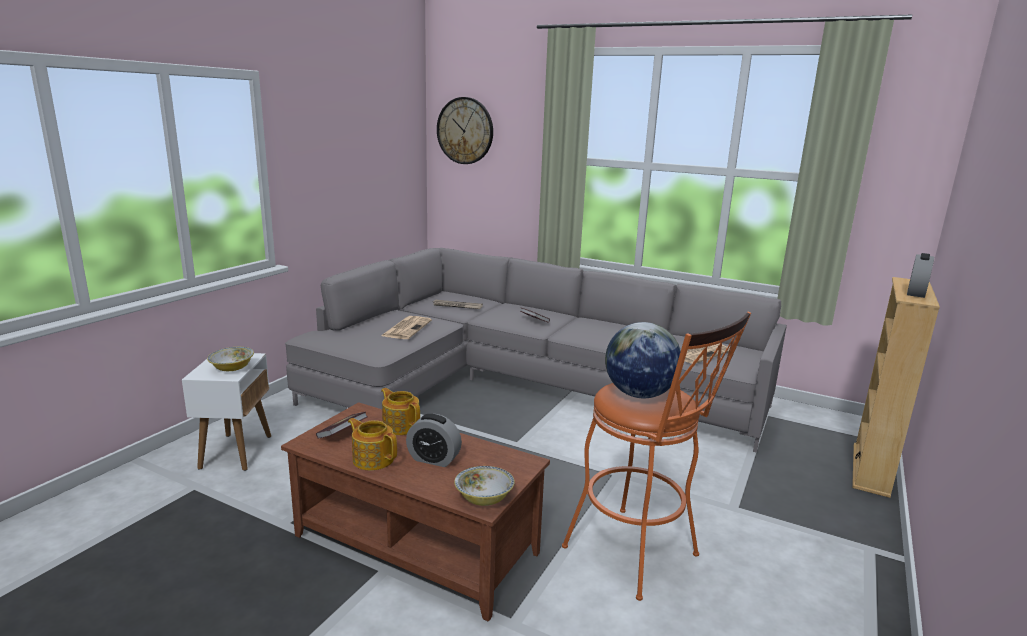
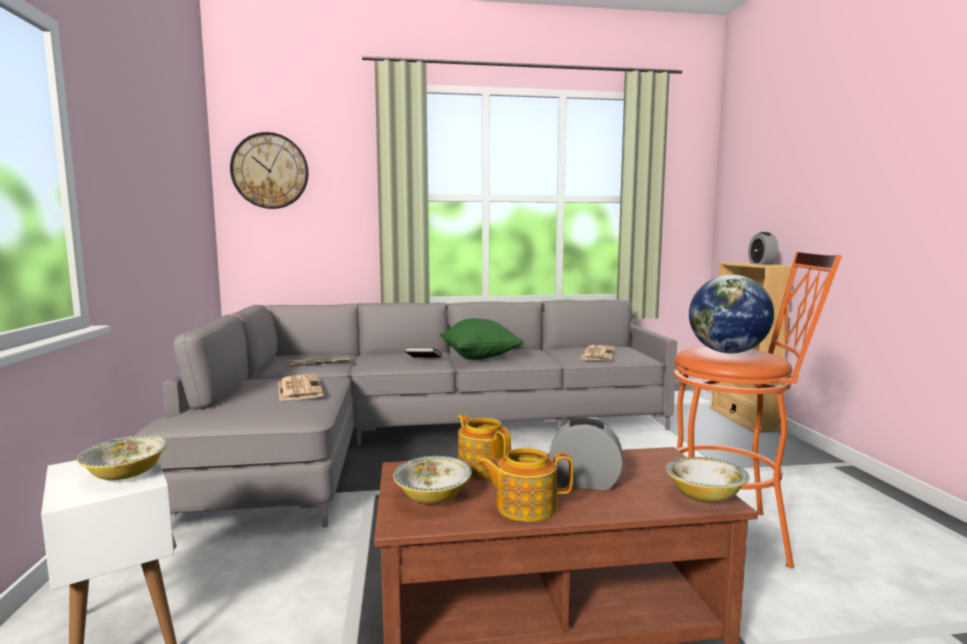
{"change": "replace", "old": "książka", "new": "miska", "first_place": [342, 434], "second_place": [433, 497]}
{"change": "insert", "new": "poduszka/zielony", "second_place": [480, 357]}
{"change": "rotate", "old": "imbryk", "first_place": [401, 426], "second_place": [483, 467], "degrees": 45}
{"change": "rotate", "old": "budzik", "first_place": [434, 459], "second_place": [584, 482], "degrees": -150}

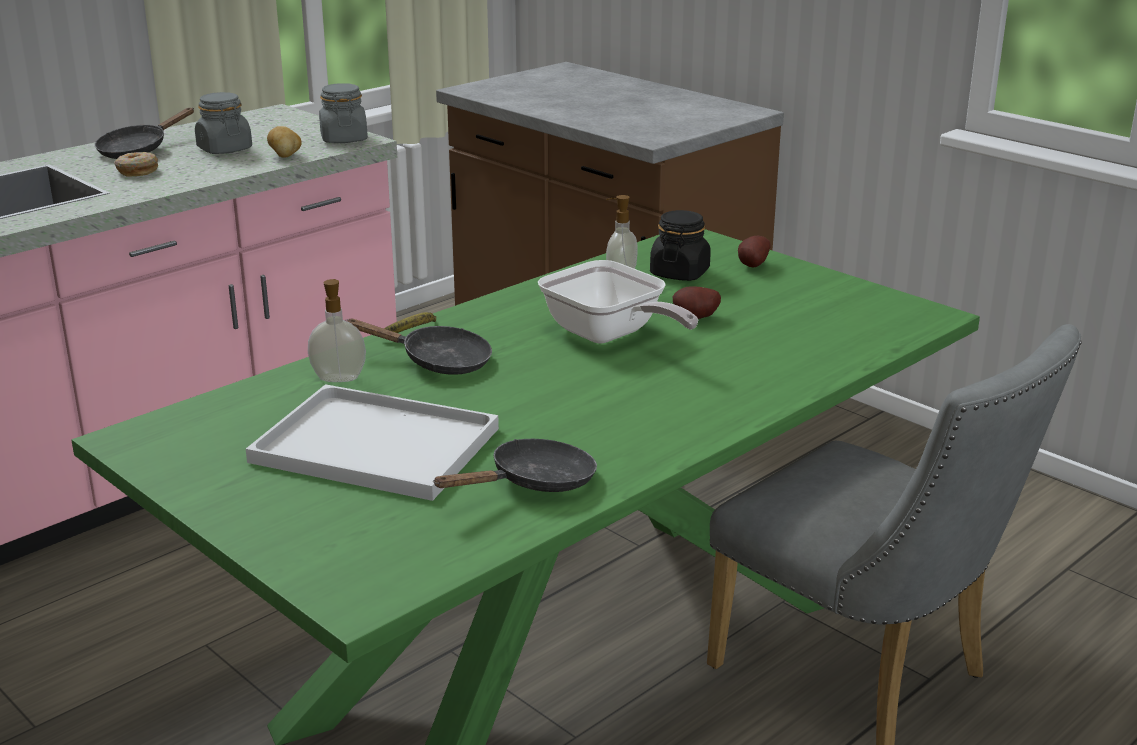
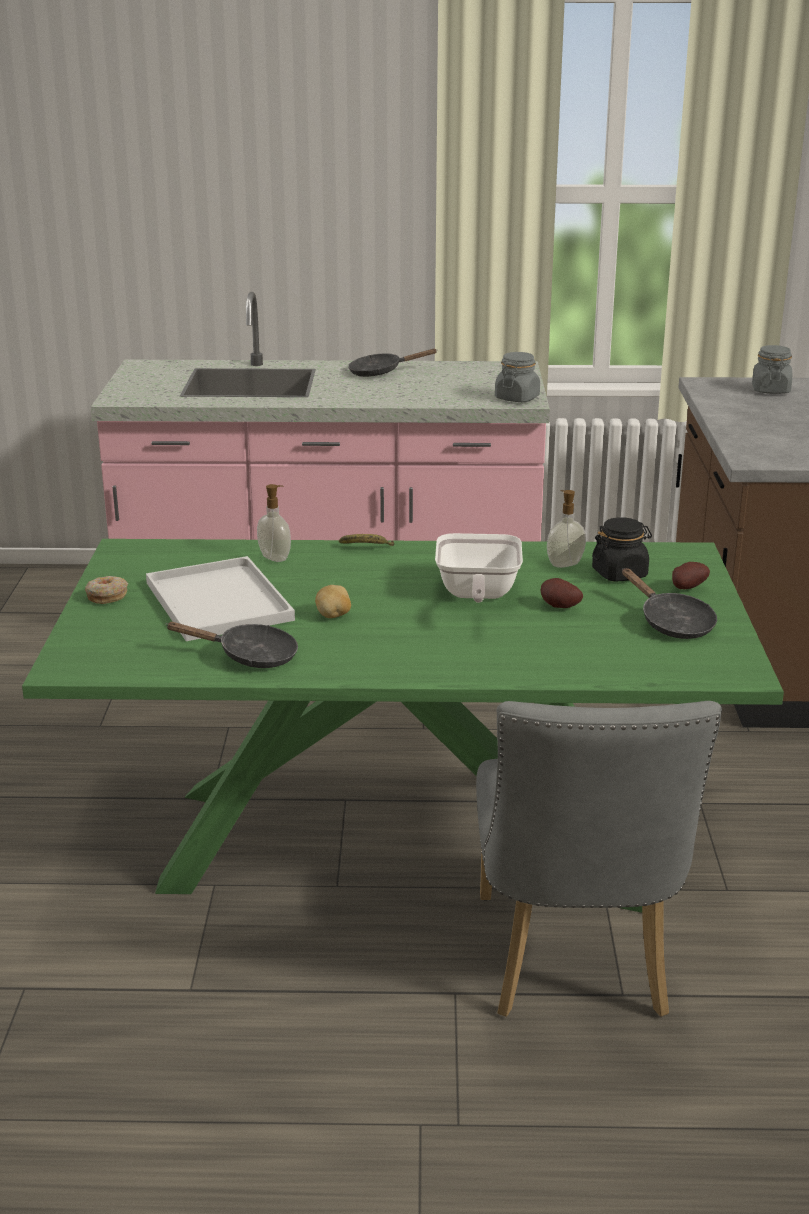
{"change": "move", "old": "donut", "first_place": [137, 171], "second_place": [107, 596]}
{"change": "move", "old": "ziemniak", "first_place": [285, 156], "second_place": [333, 616]}
{"change": "move", "old": "patelnia/czarny", "first_place": [437, 361], "second_place": [672, 623]}
{"change": "move", "old": "słoik/szary", "first_place": [224, 149], "second_place": [770, 390]}

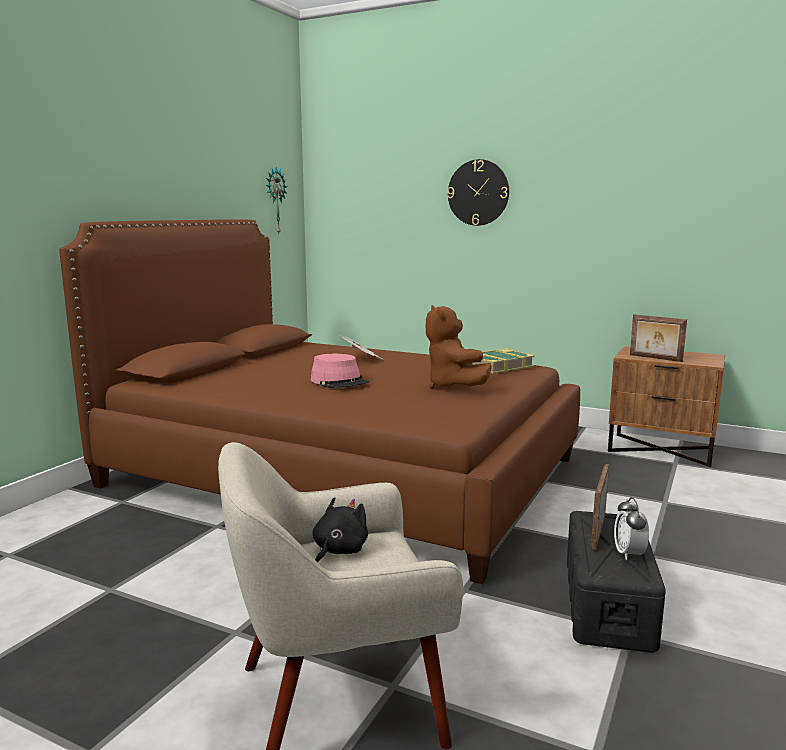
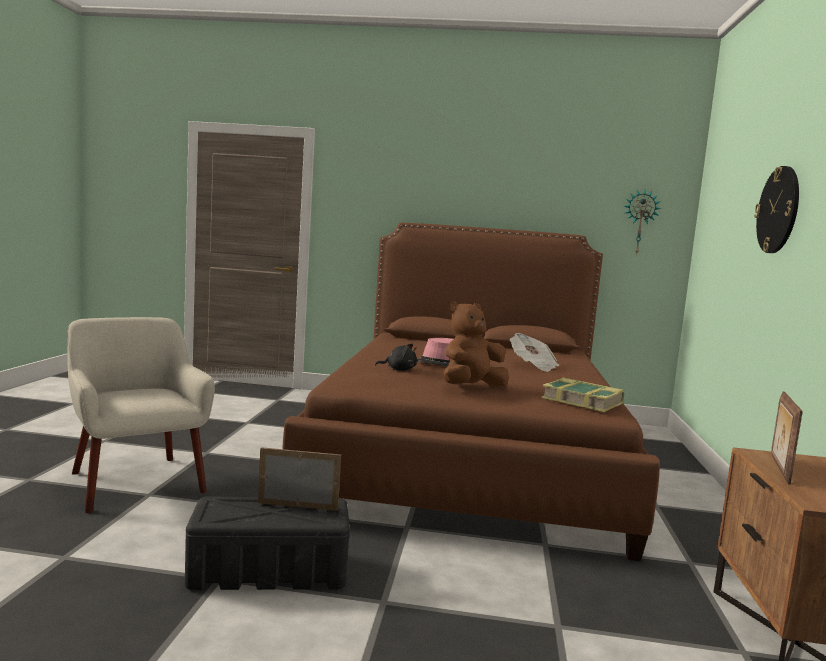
{"change": "move", "old": "pluszak/czarny", "first_place": [338, 551], "second_place": [399, 370]}
{"change": "delete", "old": "budzik", "first_place": [629, 554]}

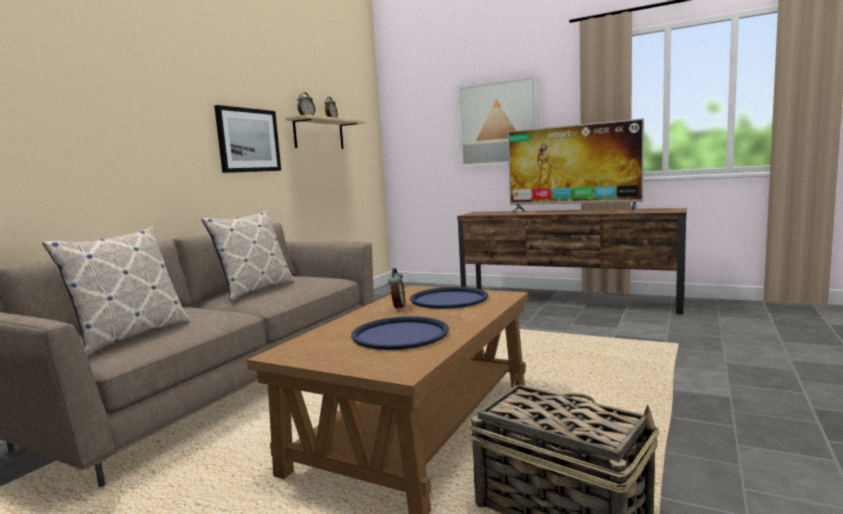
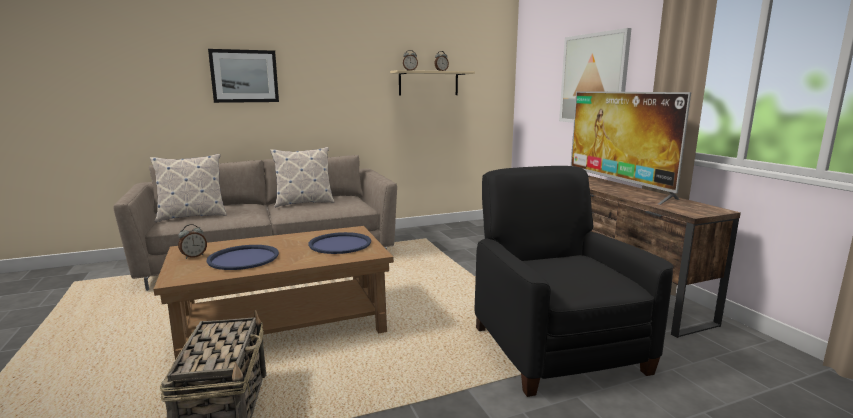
{"change": "move", "old": "budzik", "first_place": [398, 307], "second_place": [194, 256]}
{"change": "move", "old": "obraz", "first_place": [248, 140], "second_place": [244, 76]}
{"change": "insert", "new": "fotel/czarny", "second_place": [556, 348]}

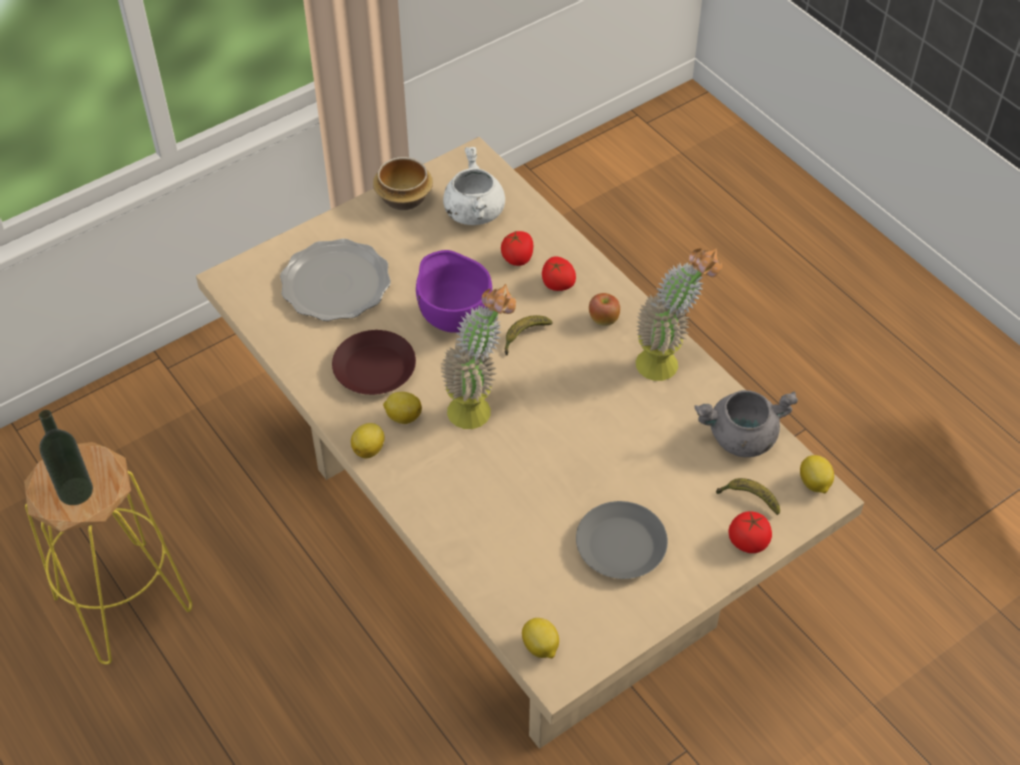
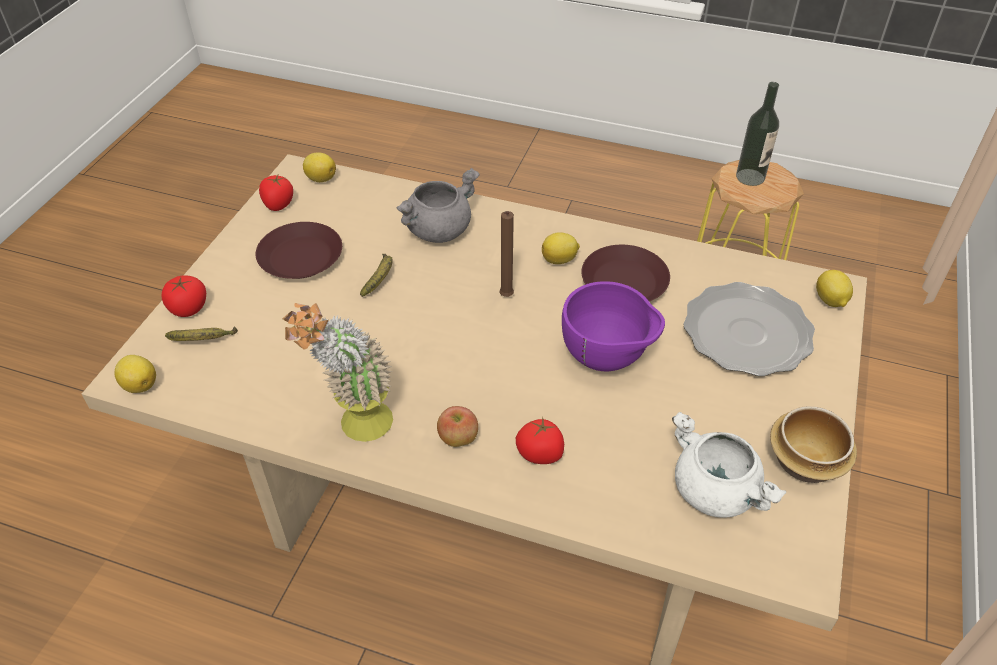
{"change": "recolor", "old": "talerz/szary", "new": "talerz/brązowy", "first_place": [621, 546], "second_place": [300, 257]}
{"change": "move", "old": "pomidor", "first_place": [517, 258], "second_place": [278, 204]}
{"change": "move", "old": "banan", "first_place": [524, 337], "second_place": [380, 279]}
{"change": "move", "old": "garnek/szary", "first_place": [740, 438], "second_place": [438, 229]}
{"change": "replace", "old": "roślina doniczkowa", "new": "świeca/brązowy", "first_place": [479, 406], "second_place": [505, 297]}
{"change": "move", "old": "cytryna", "first_place": [369, 449], "second_place": [830, 301]}

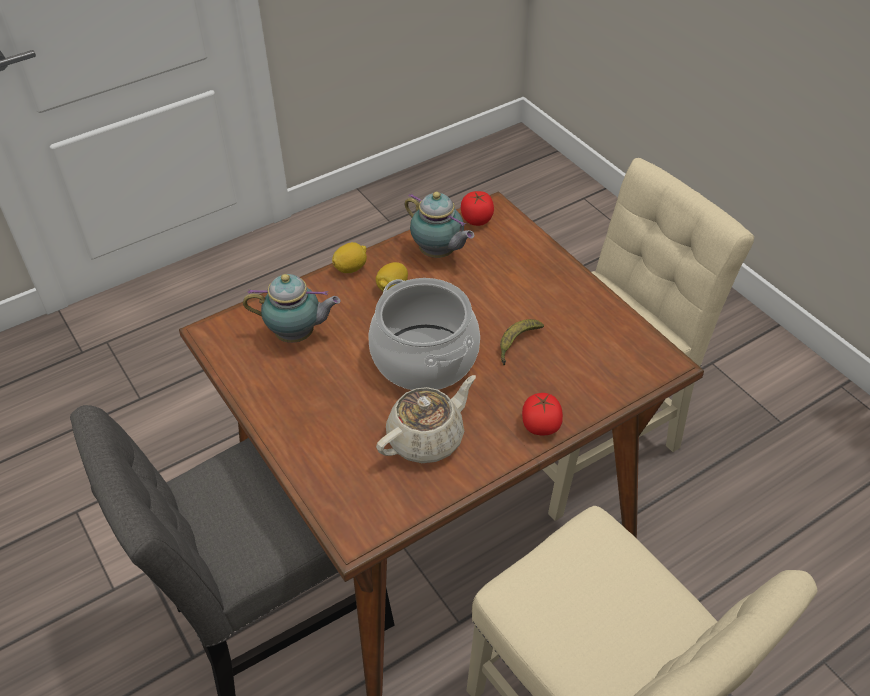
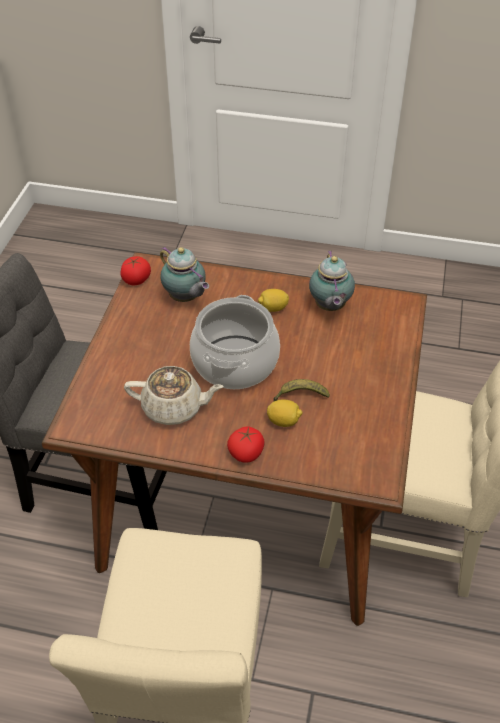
{"change": "move", "old": "pomidor", "first_place": [477, 219], "second_place": [136, 280]}
{"change": "move", "old": "cytryna", "first_place": [351, 268], "second_place": [284, 421]}

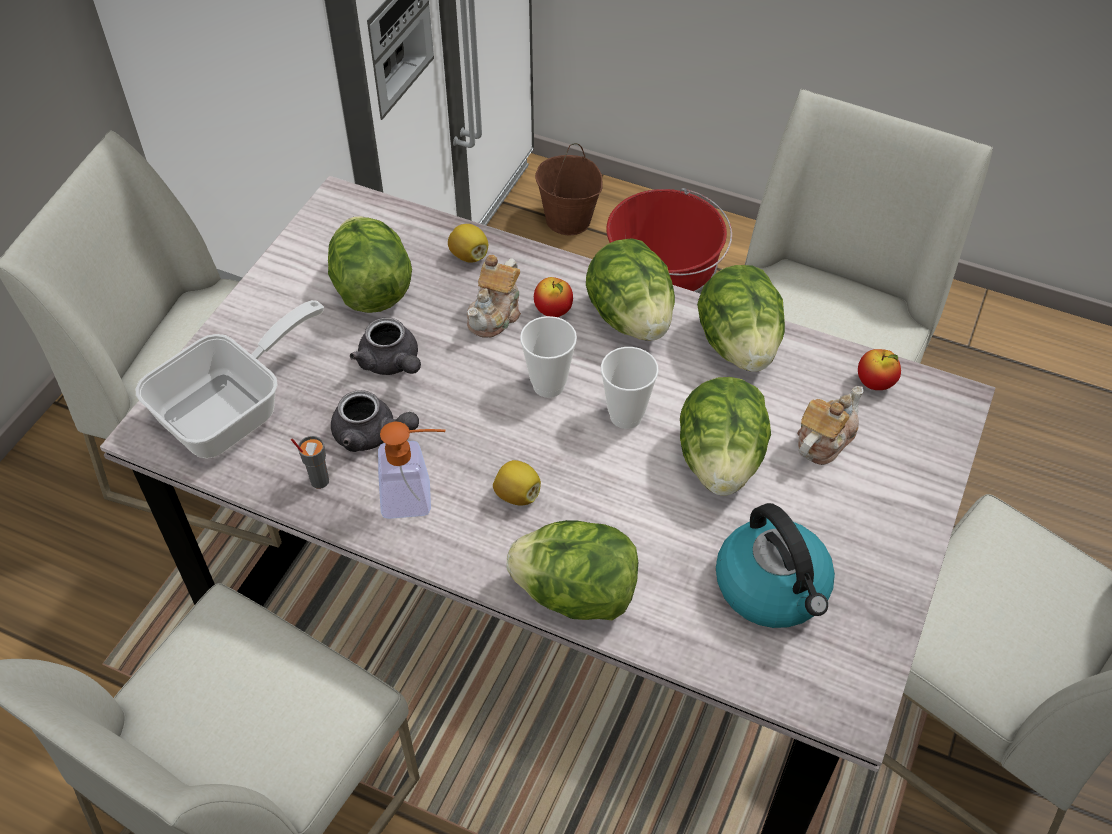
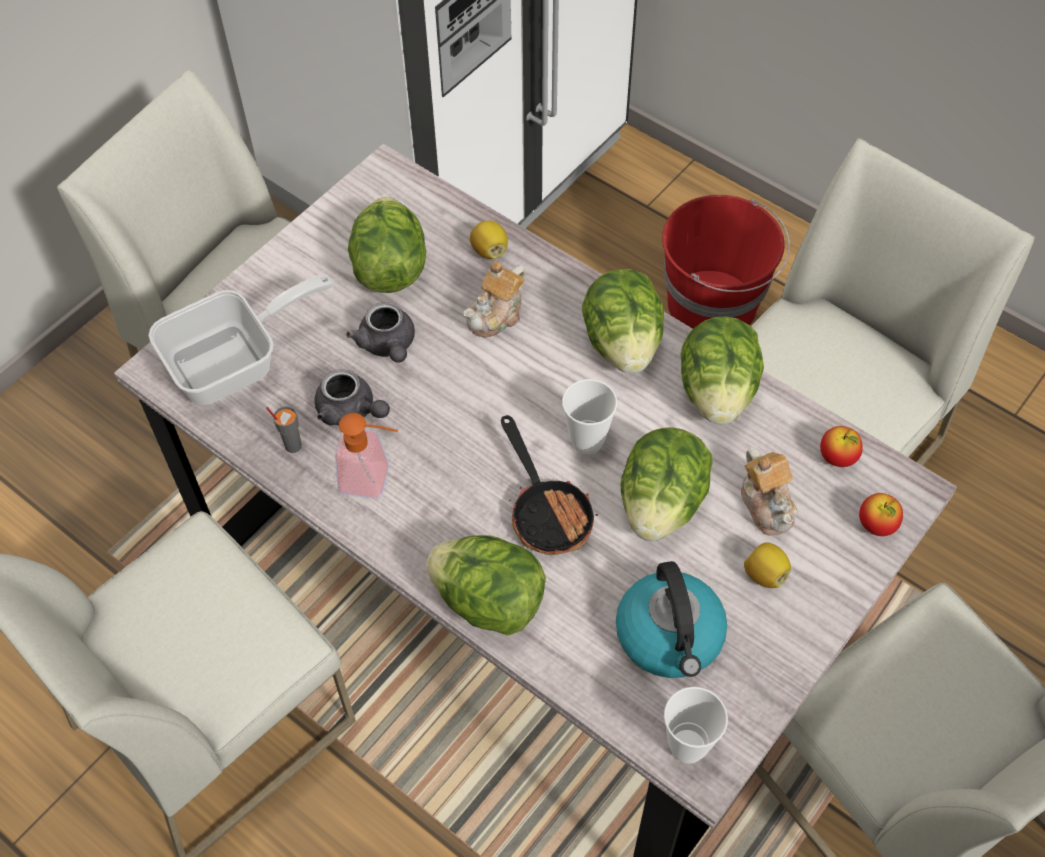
{"change": "insert", "new": "patelnia", "second_place": [547, 511]}
{"change": "move", "old": "filiżanka", "first_place": [548, 385], "second_place": [687, 746]}
{"change": "rotate", "old": "imbryk", "first_place": [823, 440], "second_place": [767, 504], "degrees": 105}
{"change": "move", "old": "cytryna", "first_place": [517, 494], "second_place": [764, 574]}
{"change": "move", "old": "jabłko", "first_place": [553, 311], "second_place": [876, 525]}
{"change": "delete", "old": "wiadro/brązowy", "first_place": [569, 220]}

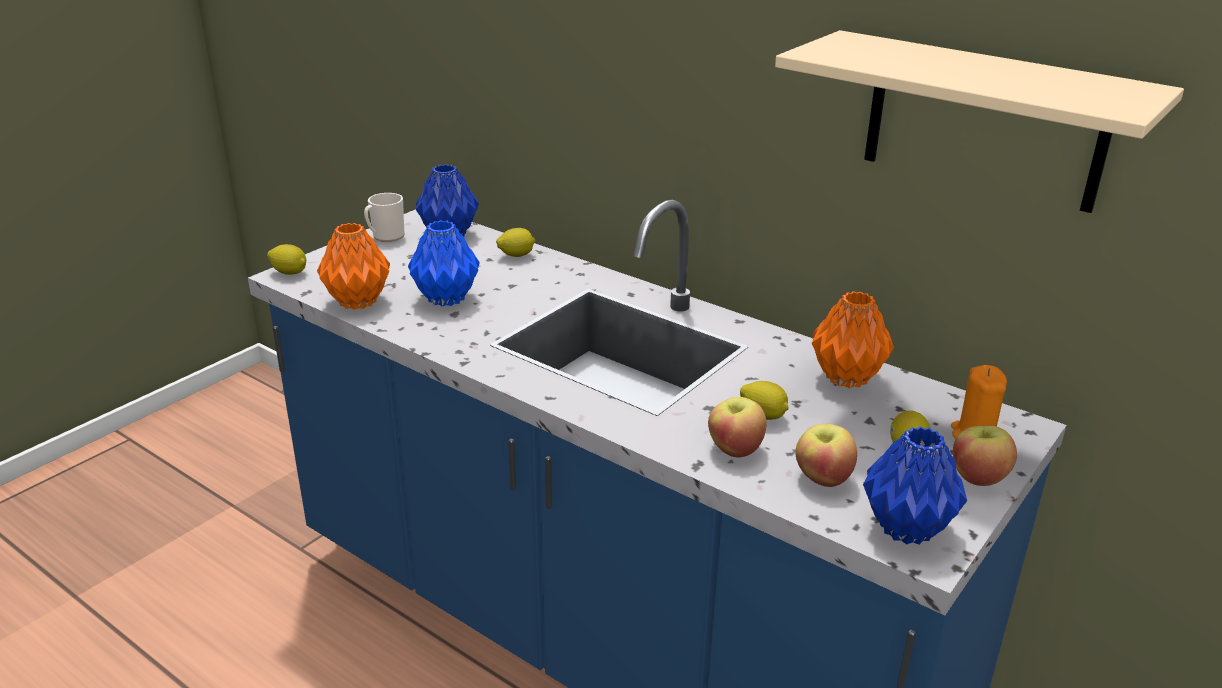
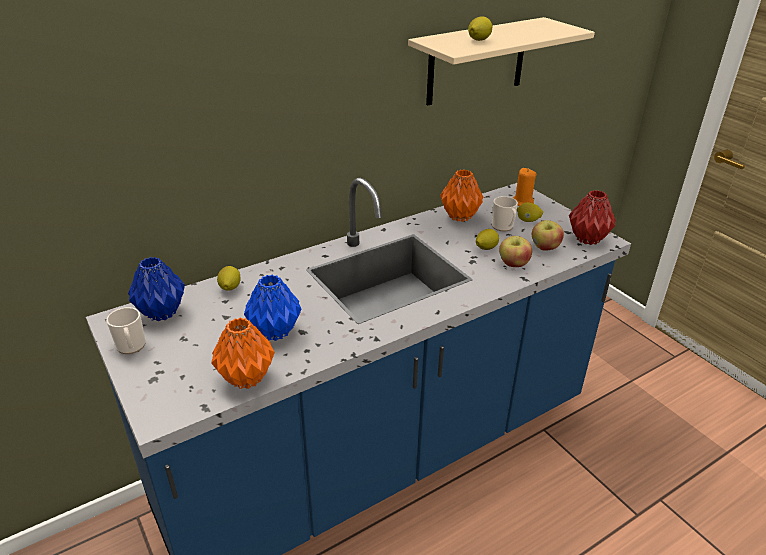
{"change": "move", "old": "cytryna", "first_place": [290, 273], "second_place": [478, 40]}
{"change": "insert", "new": "kubek", "second_place": [503, 227]}
{"change": "recolor", "old": "wazon/niebieski", "new": "wazon/czerwony", "first_place": [905, 529], "second_place": [588, 239]}
{"change": "delete", "old": "jabłko", "first_place": [978, 477]}

